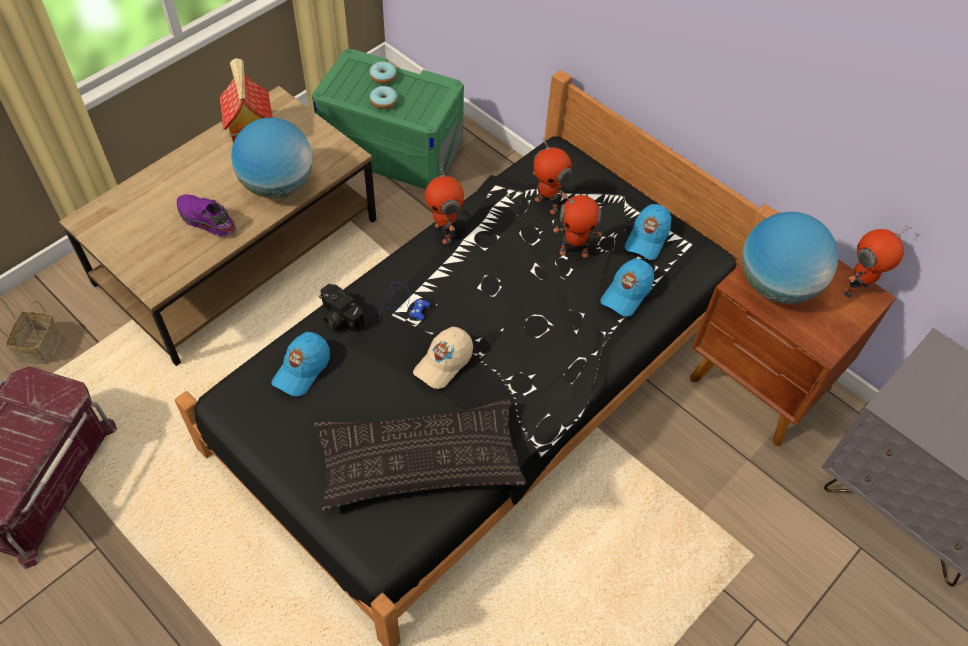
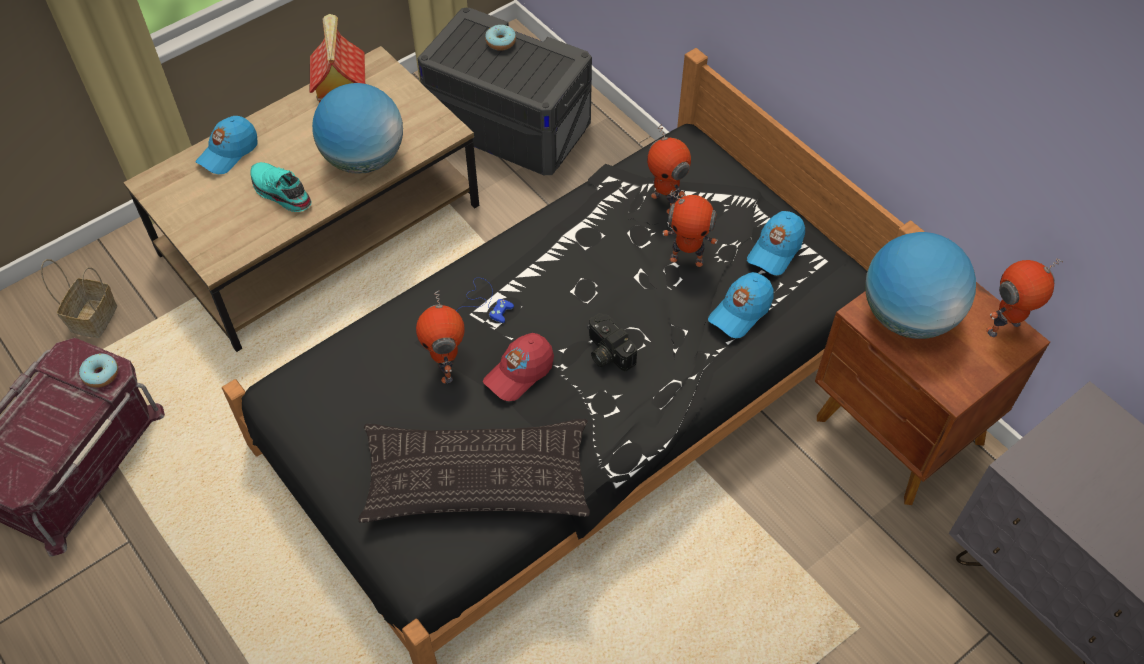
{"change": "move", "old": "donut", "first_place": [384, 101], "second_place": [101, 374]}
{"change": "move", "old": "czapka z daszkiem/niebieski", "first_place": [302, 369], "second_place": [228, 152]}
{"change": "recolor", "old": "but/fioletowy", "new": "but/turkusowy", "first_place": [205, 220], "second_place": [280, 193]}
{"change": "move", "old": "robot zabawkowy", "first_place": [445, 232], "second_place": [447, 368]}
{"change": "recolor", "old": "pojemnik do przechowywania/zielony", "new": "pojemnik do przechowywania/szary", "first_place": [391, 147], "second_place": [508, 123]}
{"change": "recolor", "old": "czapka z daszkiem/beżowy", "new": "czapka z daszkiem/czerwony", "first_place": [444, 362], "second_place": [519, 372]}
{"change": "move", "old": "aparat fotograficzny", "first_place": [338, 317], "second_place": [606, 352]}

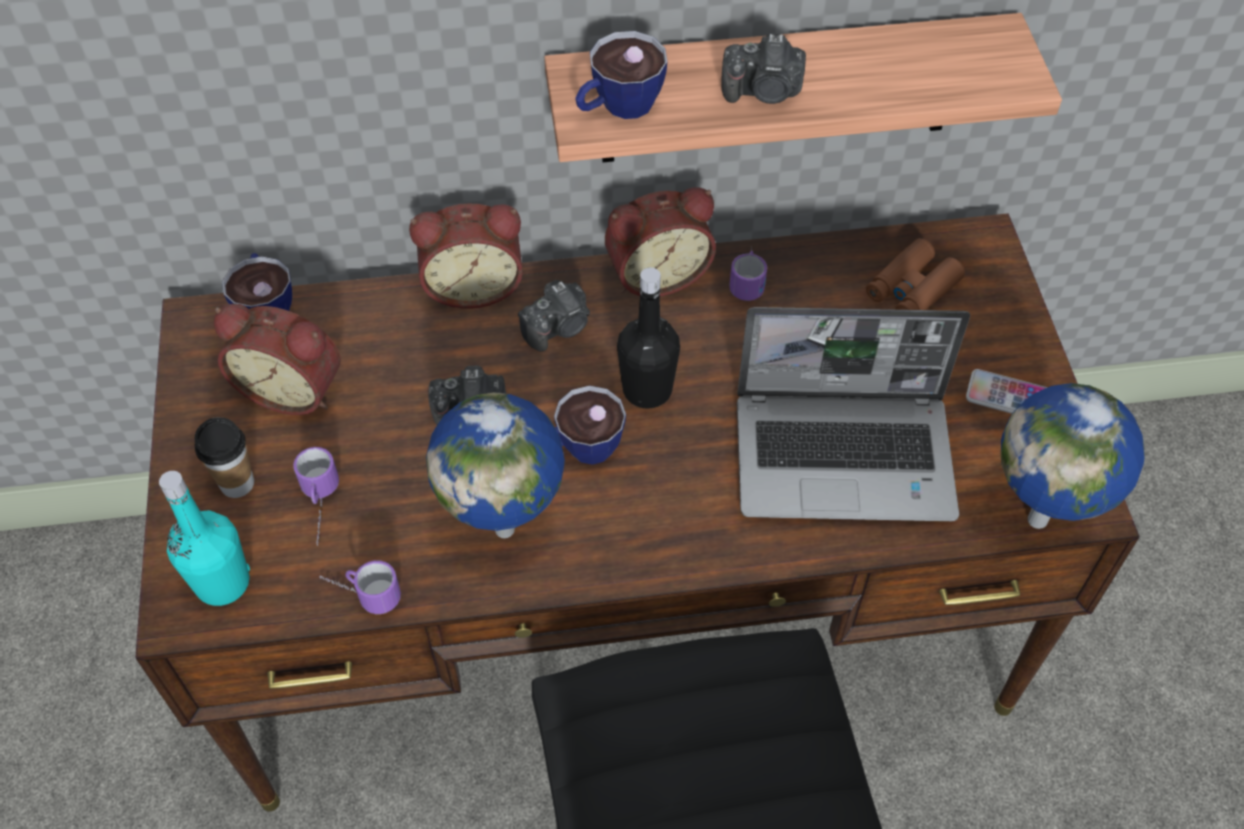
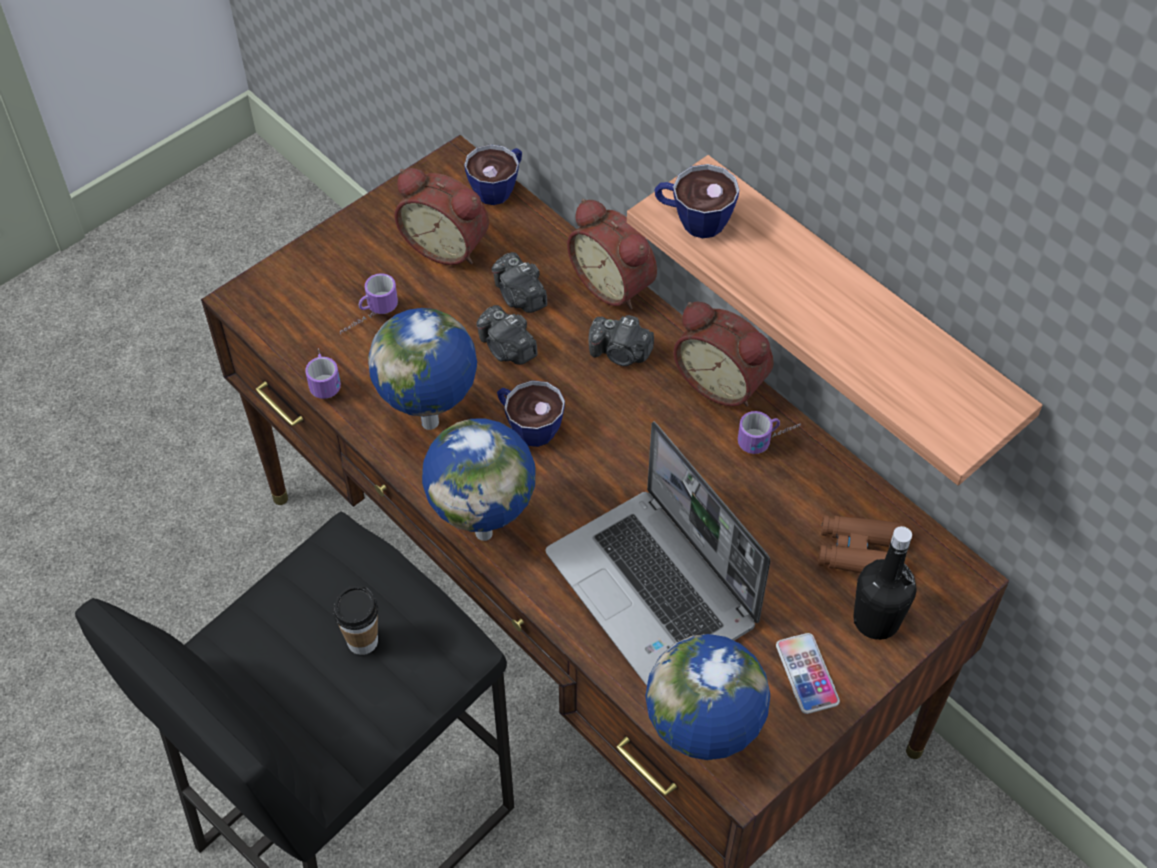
{"change": "move", "old": "filiżanka", "first_place": [237, 483], "second_place": [362, 641]}
{"change": "rotate", "old": "budzik", "first_place": [293, 388], "second_place": [447, 244], "degrees": -45}
{"change": "insert", "new": "globus", "second_place": [485, 531]}
{"change": "move", "old": "aparat fotograficzny", "first_place": [763, 92], "second_place": [519, 296]}
{"change": "move", "old": "butelka/czarny", "first_place": [647, 390], "second_place": [876, 620]}
{"change": "delete", "old": "butelka/turkusowy", "first_place": [222, 583]}

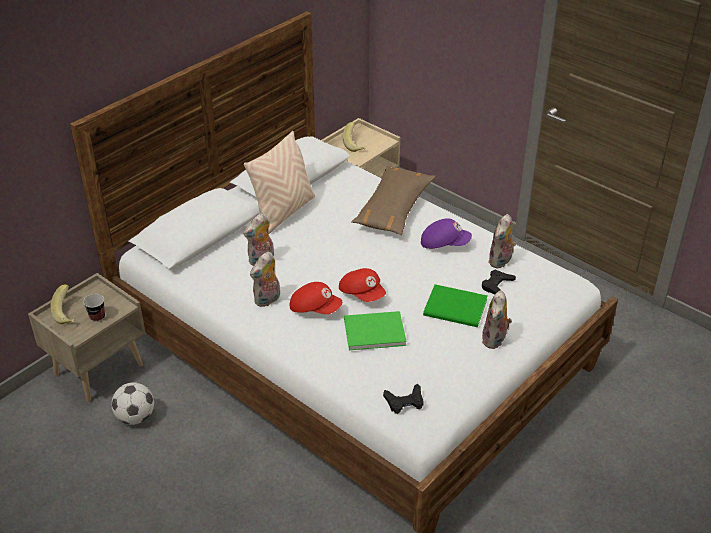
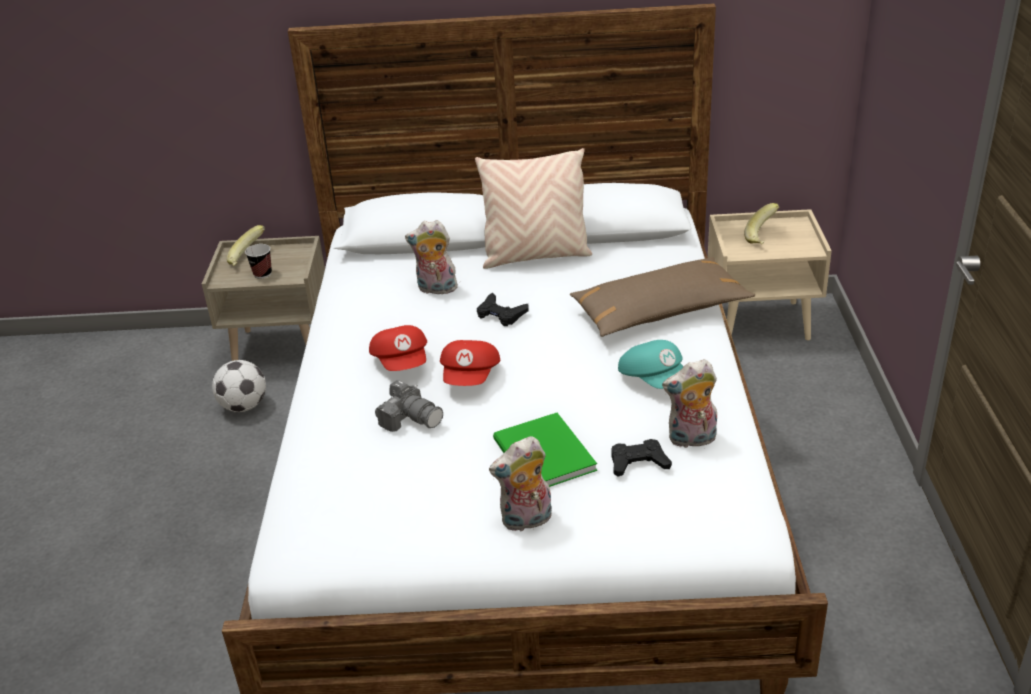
{"change": "replace", "old": "książka/zielony", "new": "aparat fotograficzny", "first_place": [372, 331], "second_place": [411, 419]}
{"change": "move", "old": "pad do gier/czarny", "first_place": [404, 402], "second_place": [501, 314]}
{"change": "recolor", "old": "czapka z daszkiem/fioletowy", "new": "czapka z daszkiem/turkusowy", "first_place": [444, 243], "second_place": [654, 379]}
{"change": "delete", "old": "pluszak", "first_place": [267, 300]}

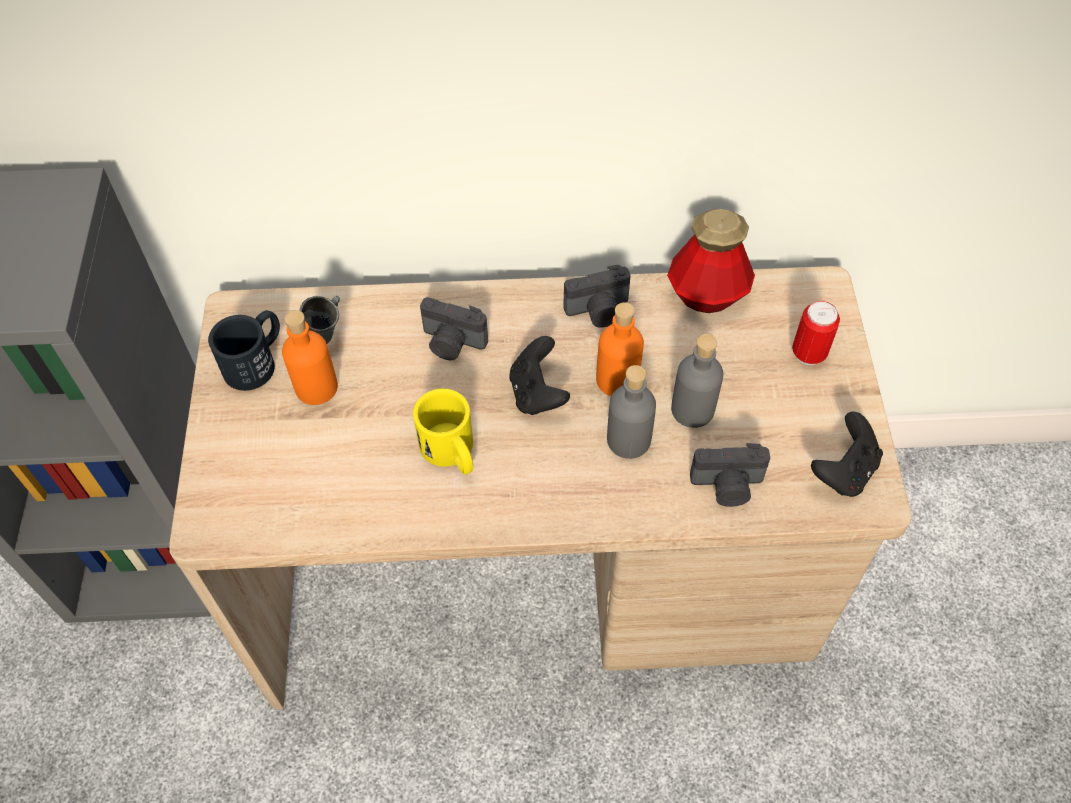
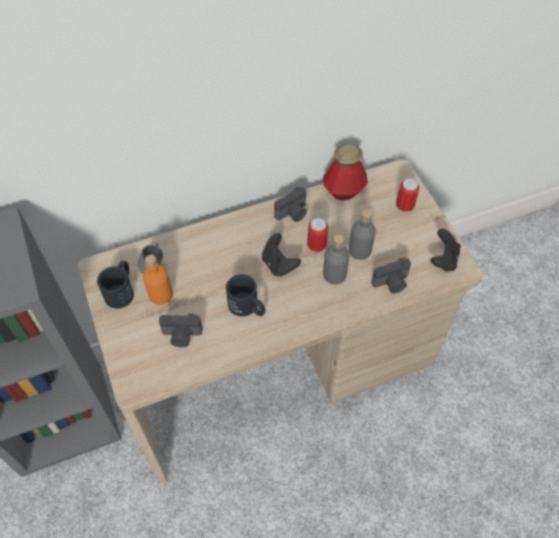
{"change": "move", "old": "aparat fotograficzny", "first_place": [452, 343], "second_place": [181, 336]}
{"change": "recolor", "old": "kubek/żółty", "new": "kubek/czarny", "first_place": [452, 453], "second_place": [247, 307]}
{"change": "replace", "old": "butelka/pomarańczowy", "new": "puszka", "first_place": [617, 380], "second_place": [316, 246]}

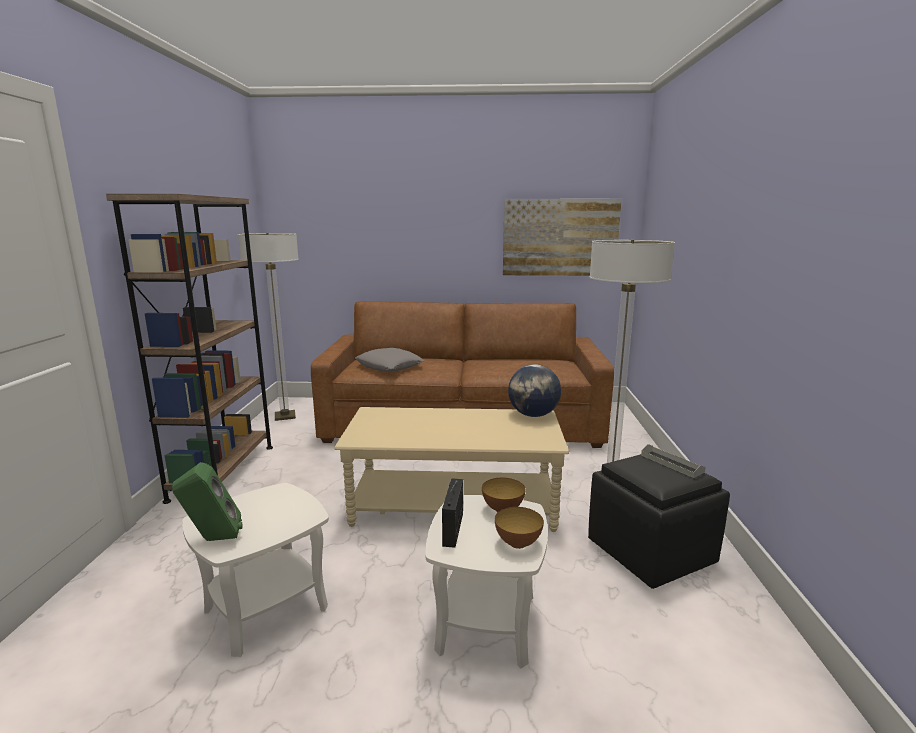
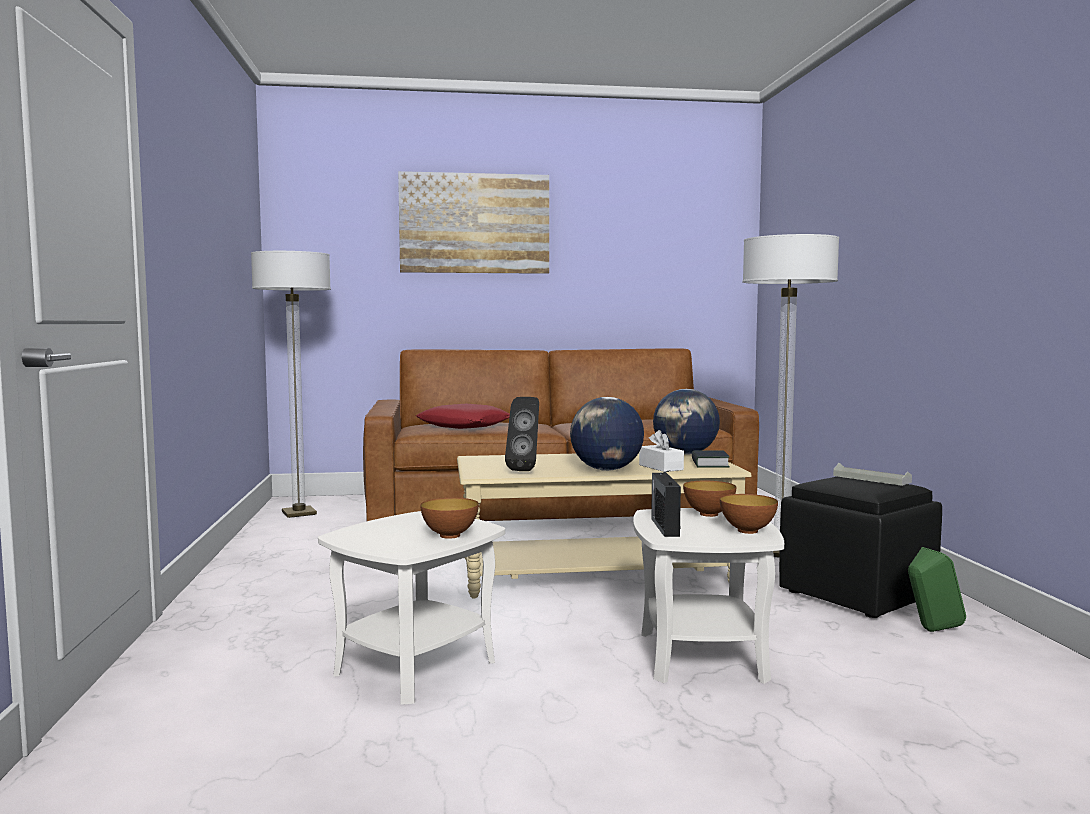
{"change": "move", "old": "obraz", "first_place": [560, 237], "second_place": [474, 223]}
{"change": "recolor", "old": "poduszka/szary", "new": "poduszka/czerwony", "first_place": [389, 366], "second_place": [464, 425]}
{"change": "insert", "new": "miska", "second_place": [450, 536]}
{"change": "insert", "new": "głośnik/czarny", "second_place": [526, 470]}
{"change": "insert", "new": "globus", "second_place": [606, 470]}
{"change": "insert", "new": "pudełko chusteczek/biały", "second_place": [661, 467]}
{"change": "insert", "new": "książka", "second_place": [710, 464]}
{"change": "move", "old": "głośnik/zielony", "first_place": [213, 539], "second_place": [930, 631]}
{"change": "delete", "old": "regał/brązowy", "first_place": [223, 472]}

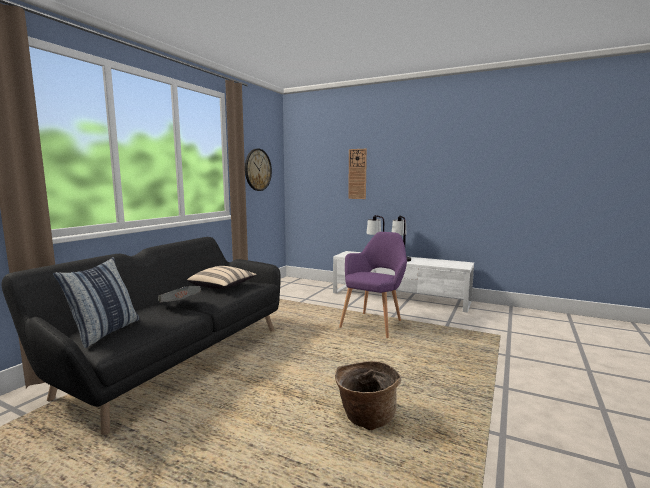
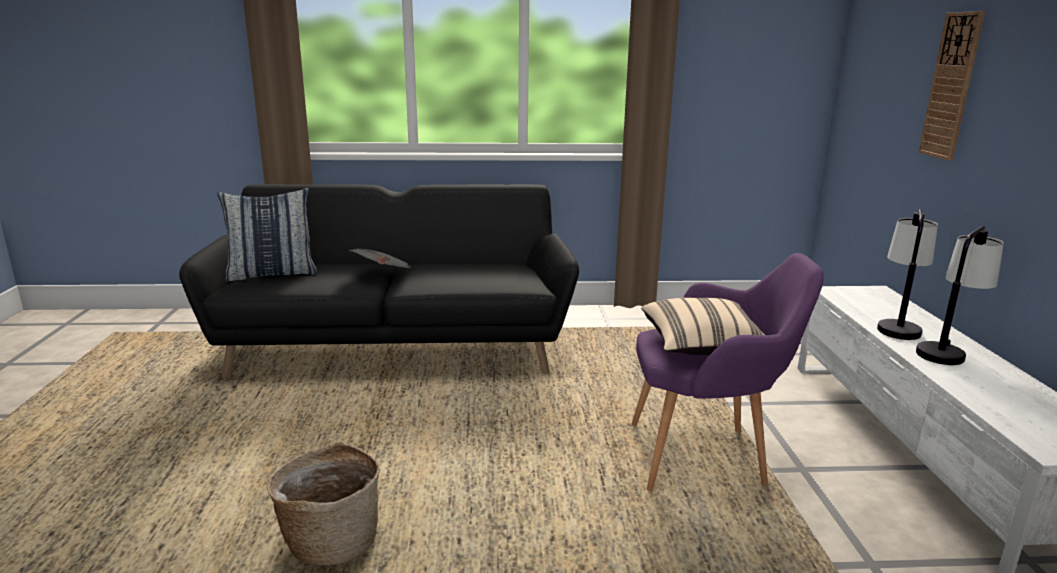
{"change": "move", "old": "poduszka/beżowy", "first_place": [223, 287], "second_place": [702, 347]}
{"change": "delete", "old": "zegar ścienny", "first_place": [257, 169]}

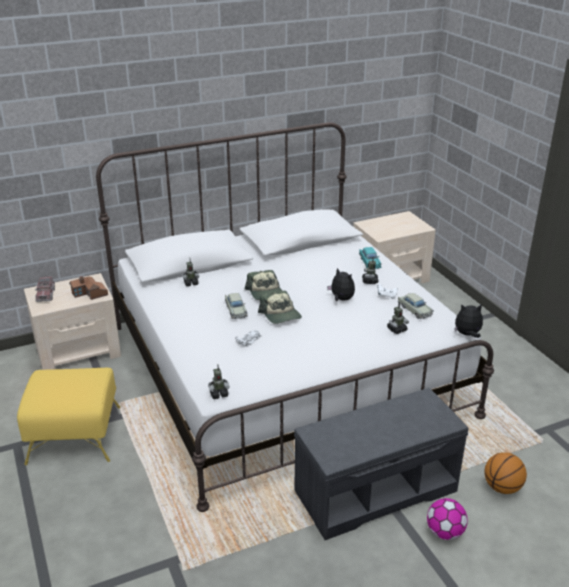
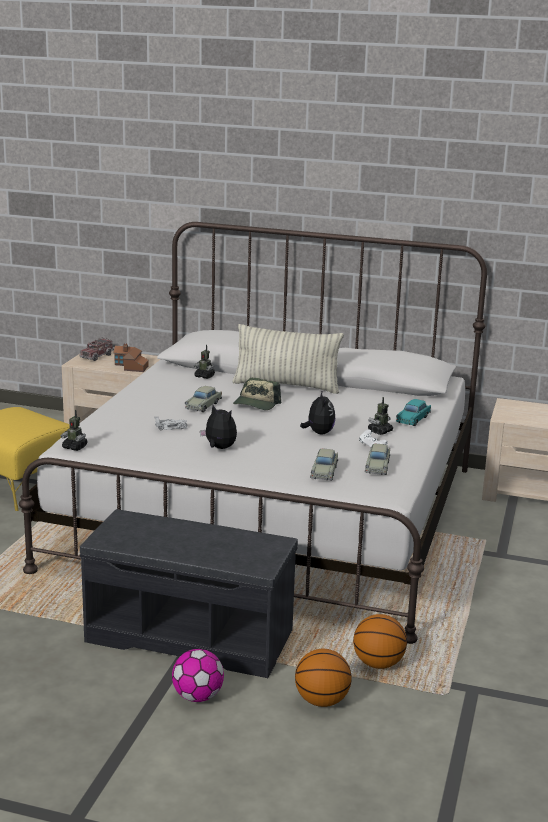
{"change": "move", "old": "pluszak", "first_place": [467, 335], "second_place": [219, 448]}
{"change": "insert", "new": "poduszka", "second_place": [286, 386]}
{"change": "replace", "old": "robot zabawkowy", "new": "samochodzik/beżowy", "first_place": [397, 330], "second_place": [324, 472]}
{"change": "insert", "new": "piłka do koszykówki", "second_place": [378, 664]}
{"change": "delete", "old": "czapka z daszkiem", "first_place": [281, 315]}

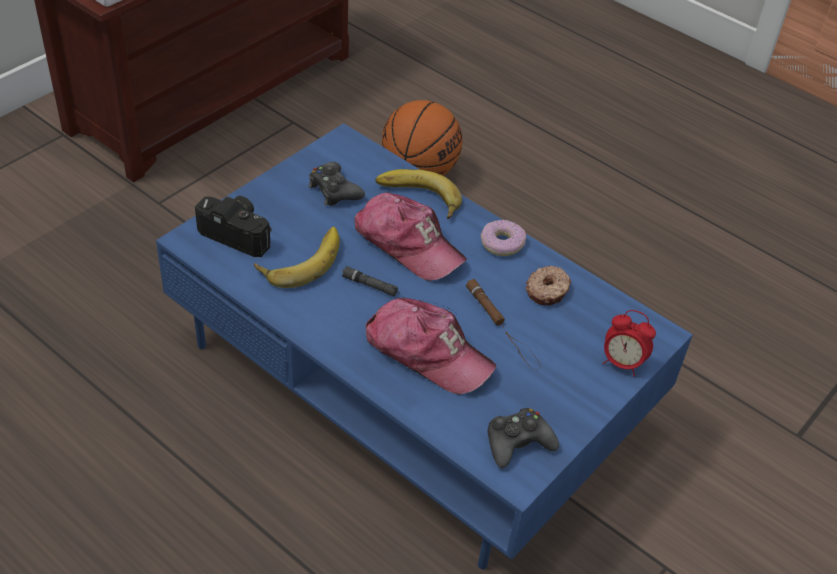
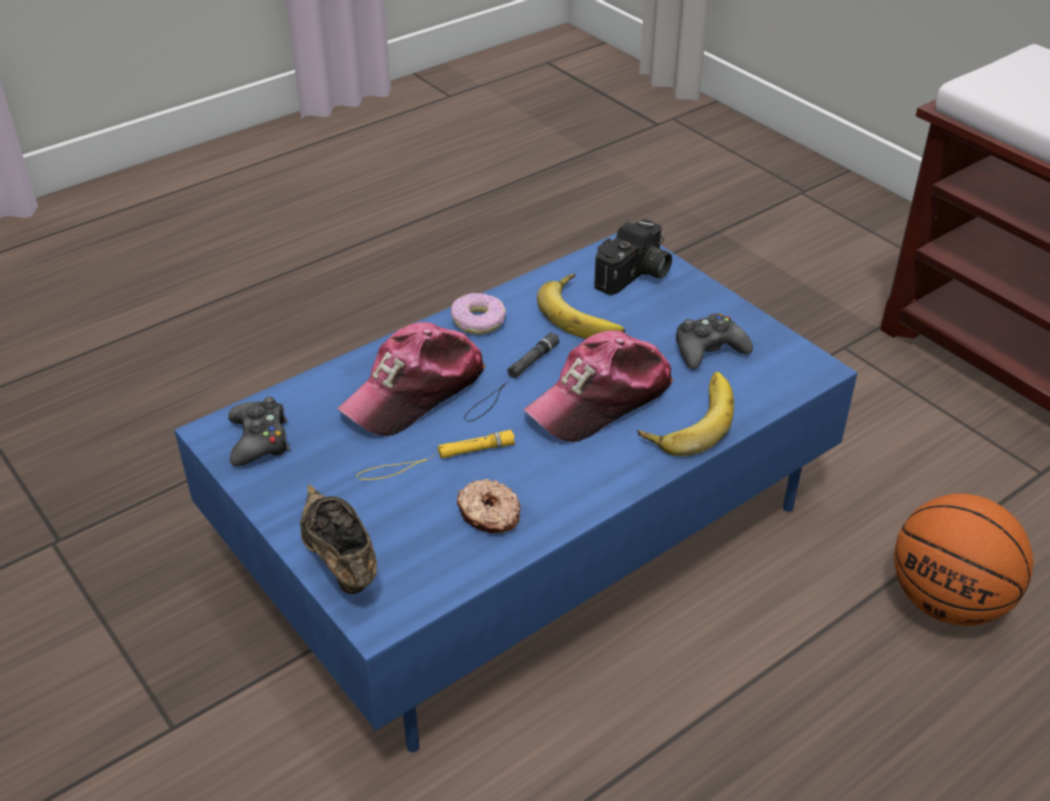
{"change": "replace", "old": "budzik", "new": "but/brązowy", "first_place": [622, 363], "second_place": [339, 561]}
{"change": "recolor", "old": "latarka/brązowy", "new": "latarka/żółty", "first_place": [503, 327], "second_place": [436, 460]}
{"change": "move", "old": "donut", "first_place": [501, 243], "second_place": [478, 321]}

